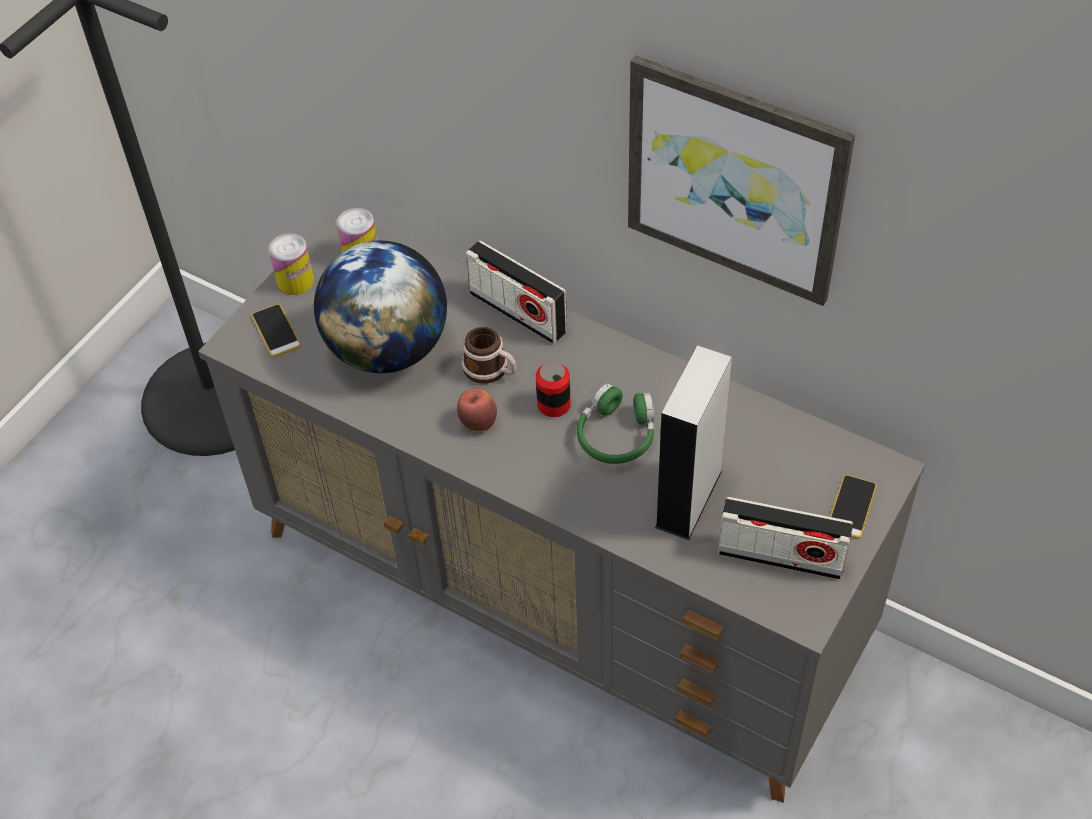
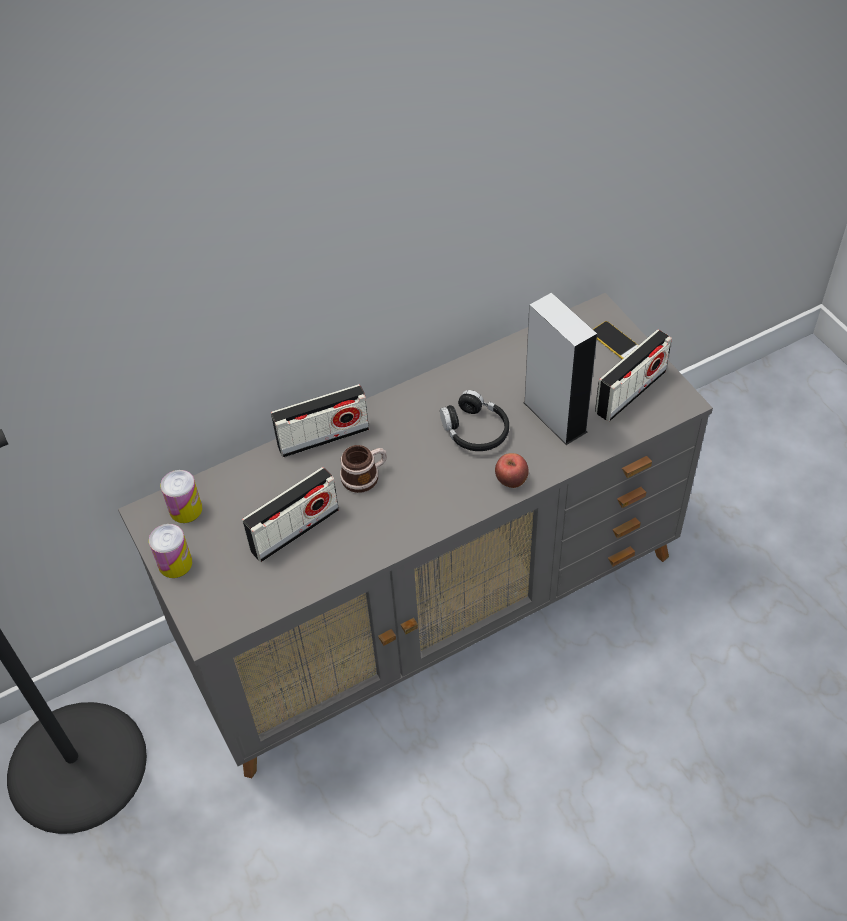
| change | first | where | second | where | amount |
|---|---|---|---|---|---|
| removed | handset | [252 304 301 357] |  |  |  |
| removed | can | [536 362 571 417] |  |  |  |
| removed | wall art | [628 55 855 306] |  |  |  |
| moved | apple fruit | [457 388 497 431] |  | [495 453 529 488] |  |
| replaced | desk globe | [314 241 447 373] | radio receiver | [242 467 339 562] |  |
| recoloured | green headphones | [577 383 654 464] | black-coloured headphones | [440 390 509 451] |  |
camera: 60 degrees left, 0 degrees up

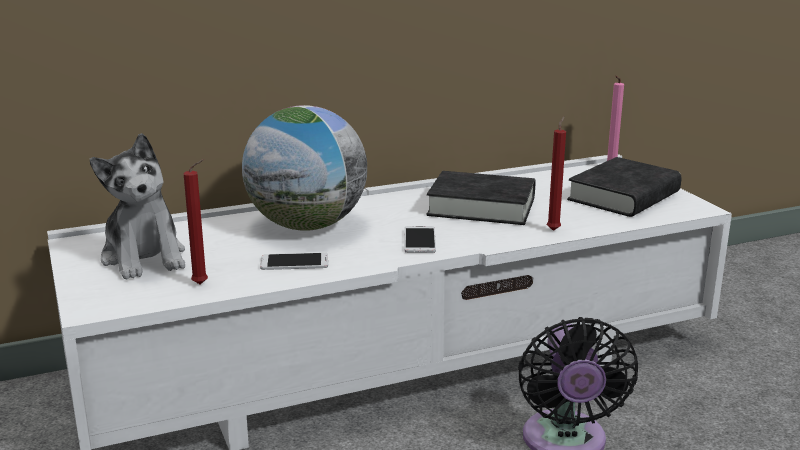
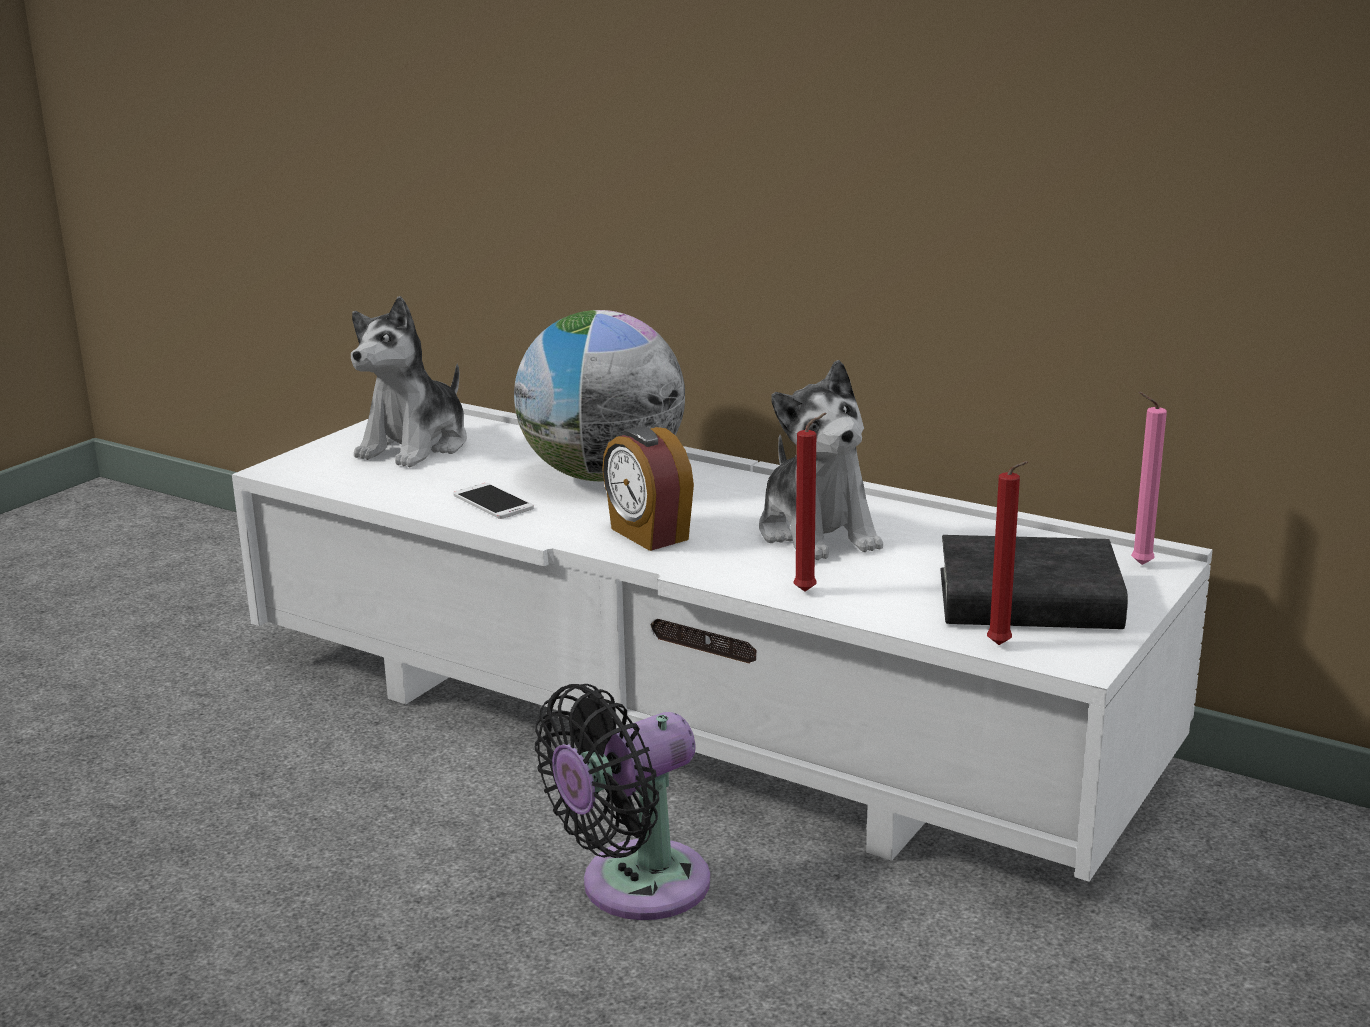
| change | first | where | second | where | amount |
|---|---|---|---|---|---|
| moved | reddish candle | [184 159 208 284] |  | [987 461 1028 645] |  |
| replaced | handset | [404 226 436 253] | table clock | [602 426 694 551] |  |
| replaced | black-coloured bound book | [426 171 536 225] | cuddly toy | [759 360 883 560] |  |
camera: 55 degrees right, 0 degrees up

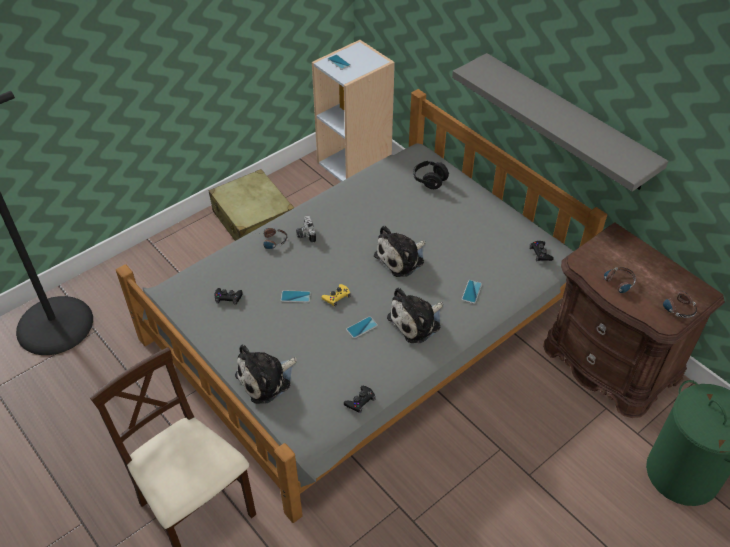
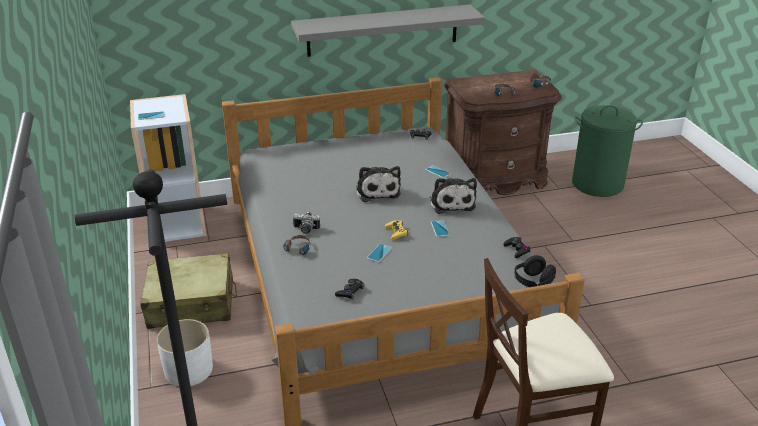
| change | first | where | second | where | amount |
|---|---|---|---|---|---|
| removed | cuddly toy | [235 344 297 404] |  |  |  |
| added |  |  | whitish flower pot | [157 319 213 386] |  |
| moved | black-coloured headphones | [413 161 449 189] |  | [514 255 556 287] |  |
camera: 65 degrees left, 15 degrees down

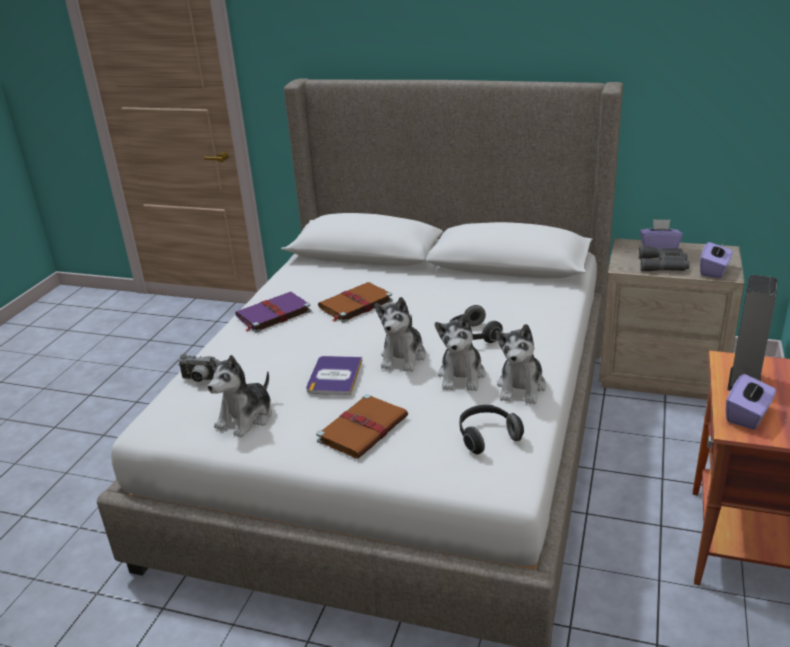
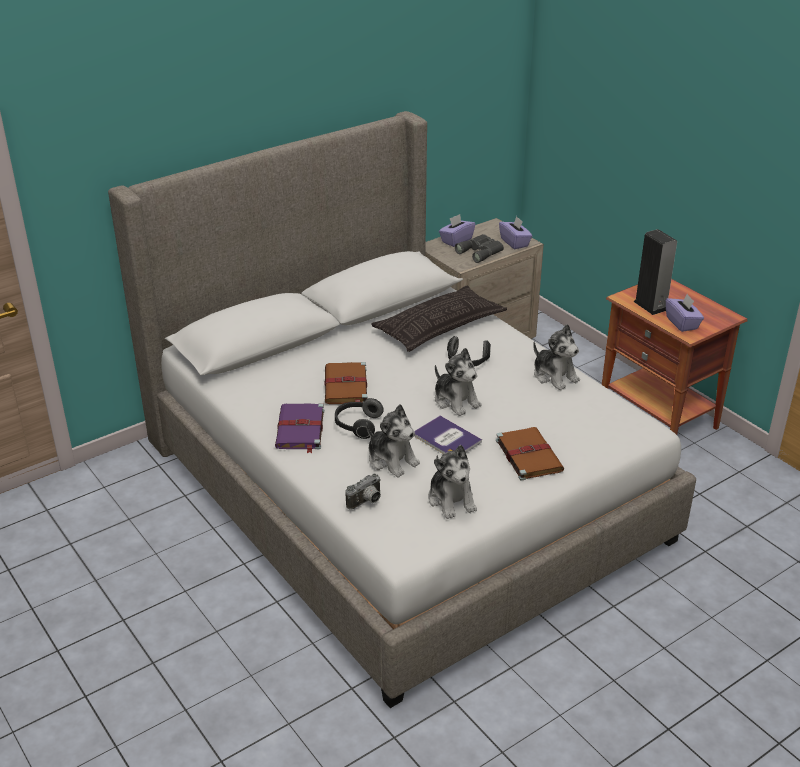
| change | first | where | second | where | amount |
|---|---|---|---|---|---|
| added |  |  | cushion | [371 285 507 352] |  |
| moved | cuddly toy | [435 313 486 391] |  | [366 404 420 477] |  |
| moved | headphones | [459 405 524 455] |  | [335 398 384 439] |  |
camera: 55 degrees left, 5 degrees up

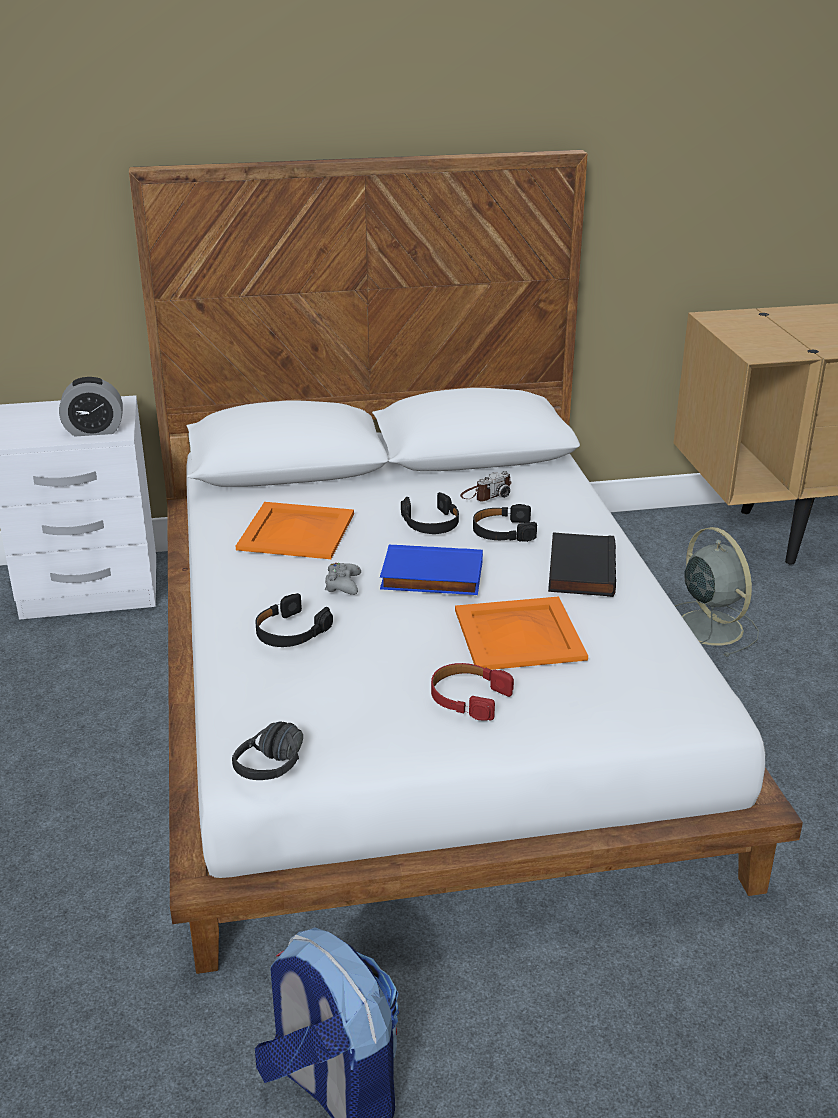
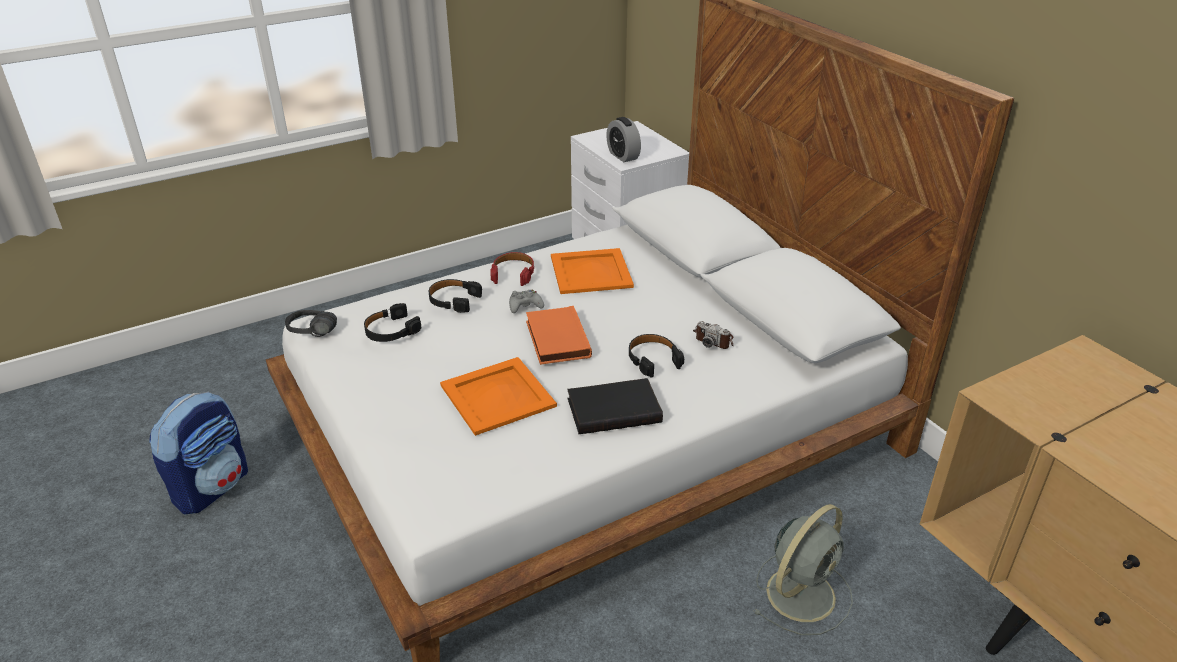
| change | first | where | second | where | amount |
|---|---|---|---|---|---|
| moved | black-coloured headphones | [401 492 459 534] |  | [364 303 421 342] |  |
| moved | reddish headphones | [431 663 514 721] |  | [490 252 534 286] |  |
| recoloured | blue bound book | [380 545 483 595] | orange-coloured bound book | [526 306 592 365] |  |
camera: 70 degrees right, 5 degrees up

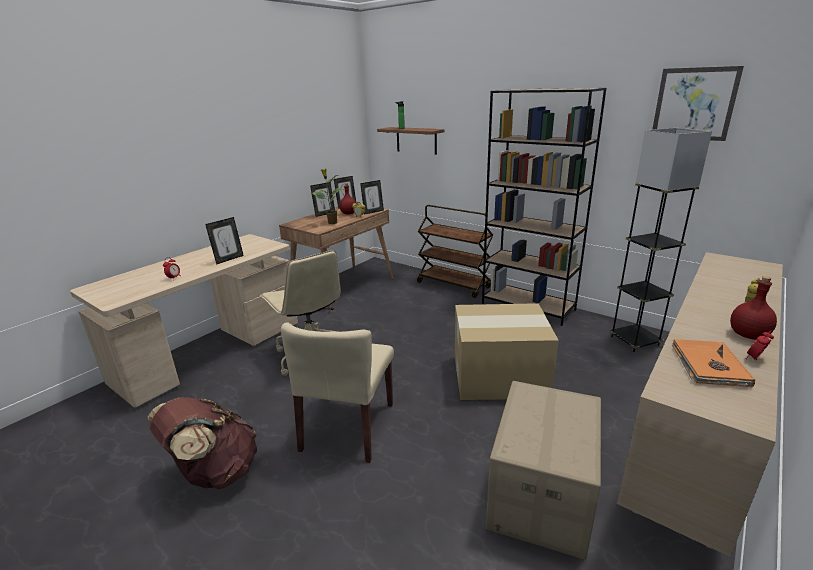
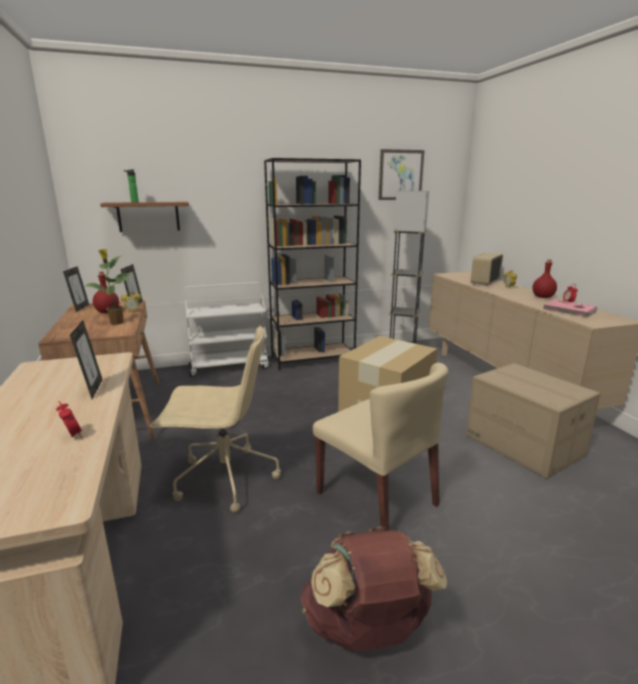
| change | first | where | second | where | amount |
|---|---|---|---|---|---|
| removed | photo frame | [310 182 335 217] |  |  |  |
| added |  |  | radio receiver | [471 253 503 286] |  |
| recoloured | brownish wheeled cart | [417 205 493 298] | whitish wheeled cart | [184 282 269 377] |  |
| recoloured | orange-coloured bound book | [672 339 755 387] | pink-coloured bound book | [543 300 597 317] |  |
camera: 55 degrees left, 5 degrees down

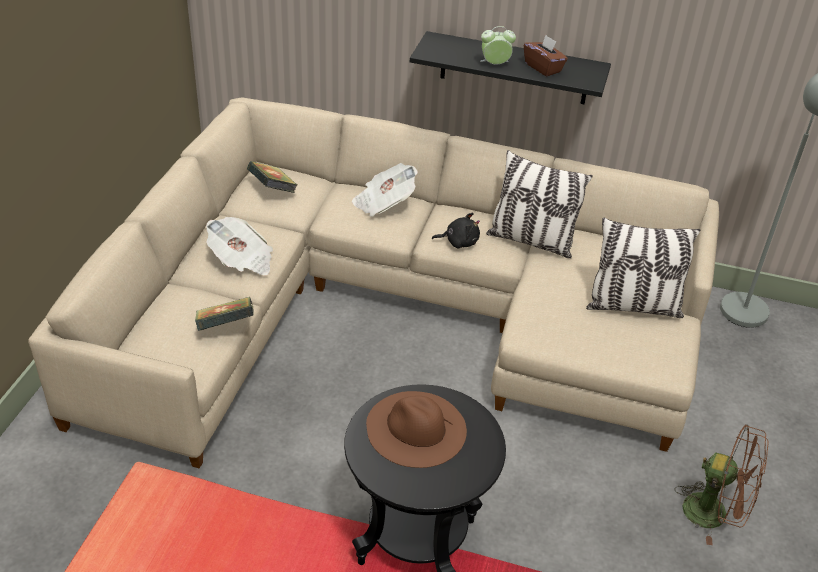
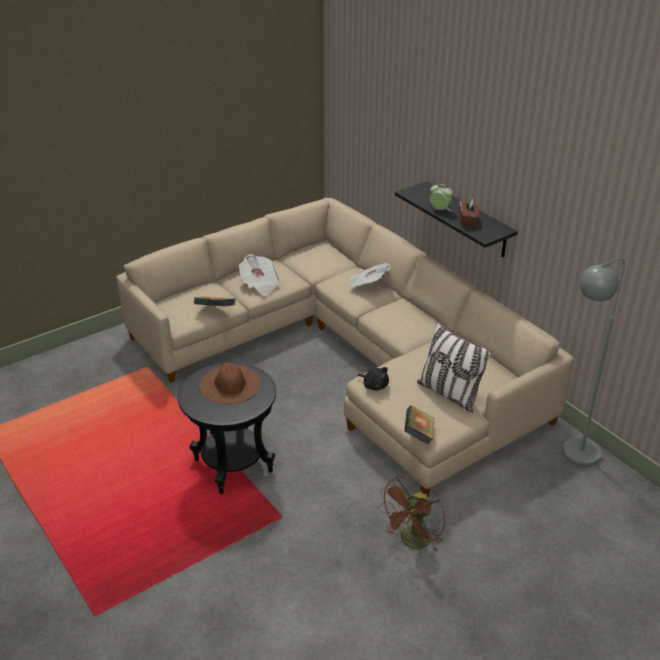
| change | first | where | second | where | amount |
|---|---|---|---|---|---|
| removed | cushion | [486 150 593 259] |  |  |  |
| moved | bound book | [247 161 297 193] |  | [404 405 434 445] |  |
| moved | black-coloured cuddly toy | [432 213 480 248] |  | [357 367 389 390] |  |
| turned | brownish electric fan | [674 424 769 545] |  | [377 476 445 553] | 60 degrees clockwise |
camera: 40 degrees right, 5 degrees down

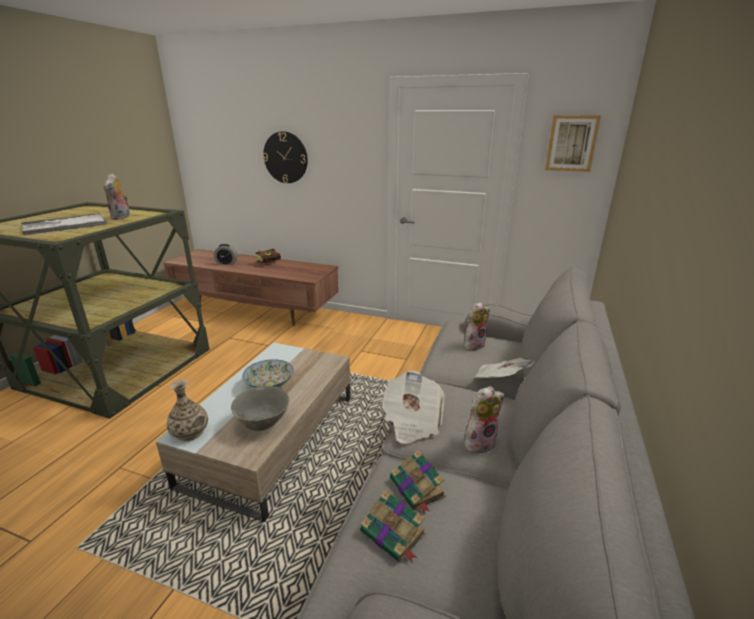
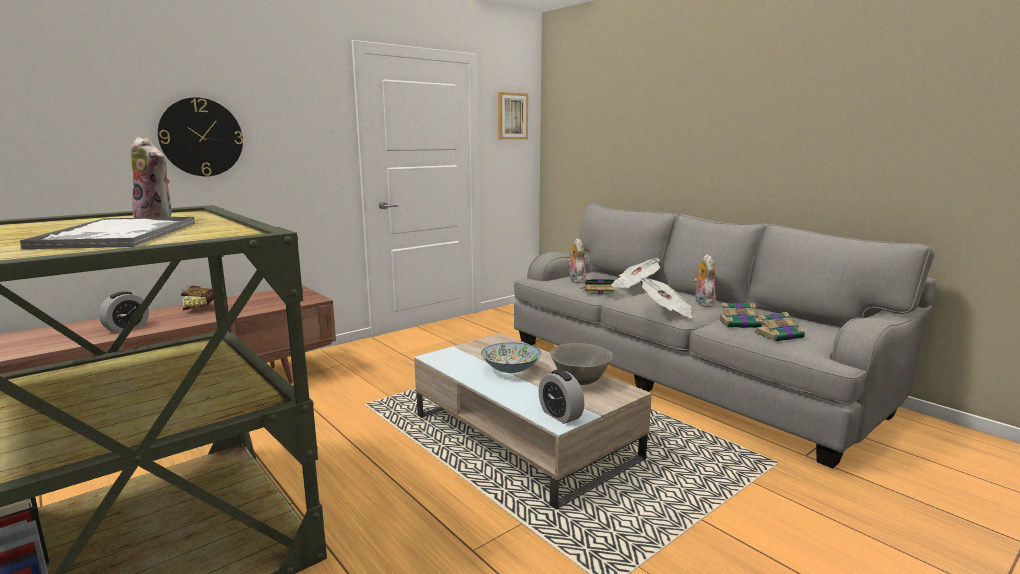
| change | first | where | second | where | amount |
|---|---|---|---|---|---|
| added |  |  | bound book | [581 279 615 295] |  |
| replaced | decorative vase | [167 380 208 441] | table clock | [539 370 585 424] |  |
camera: 60 degrees left, 10 degrees down

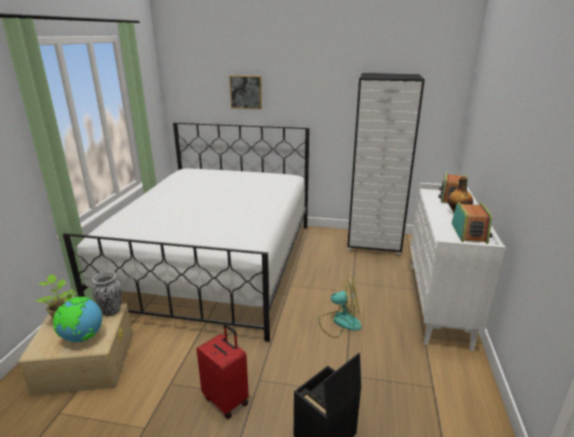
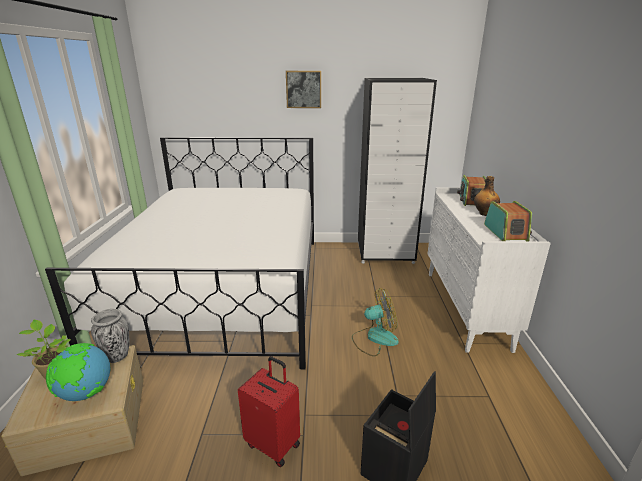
| change | first | where | second | where | amount |
|---|---|---|---|---|---|
| moved | wall art | [229 75 262 109] |  | [286 71 321 108] |  |
camera: 10 degrees left, 0 degrees up

